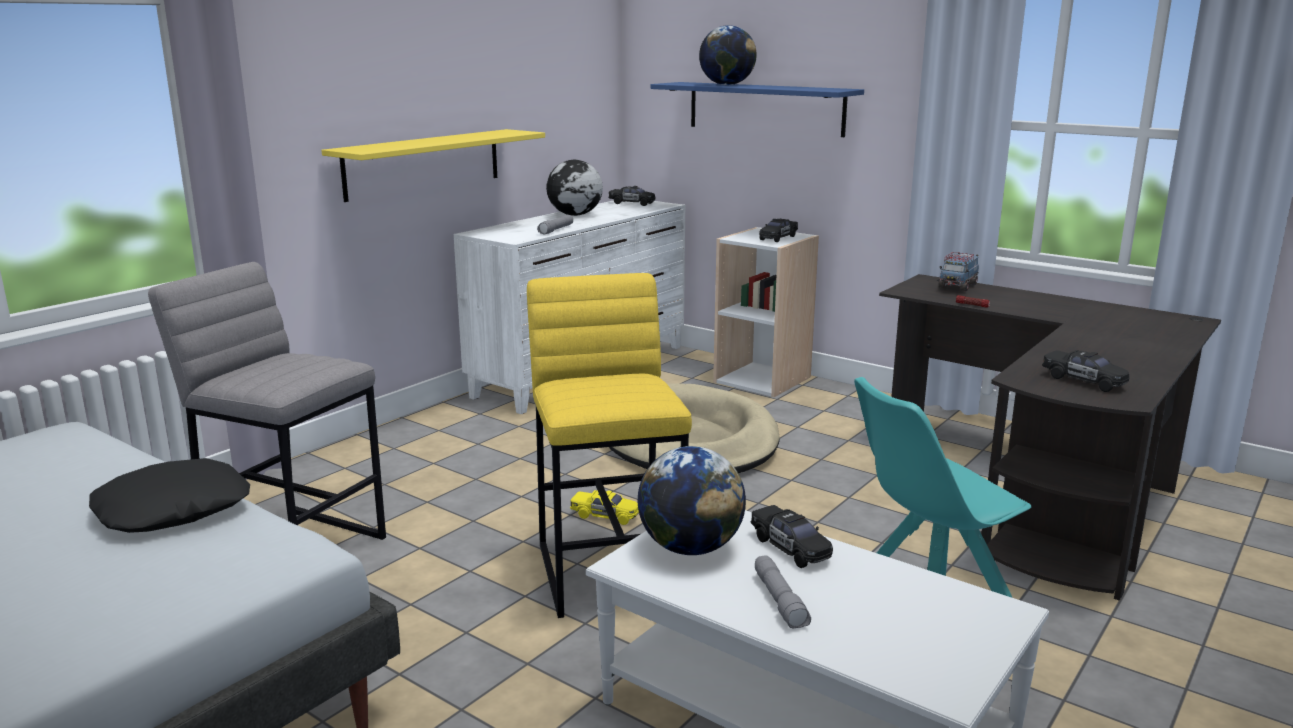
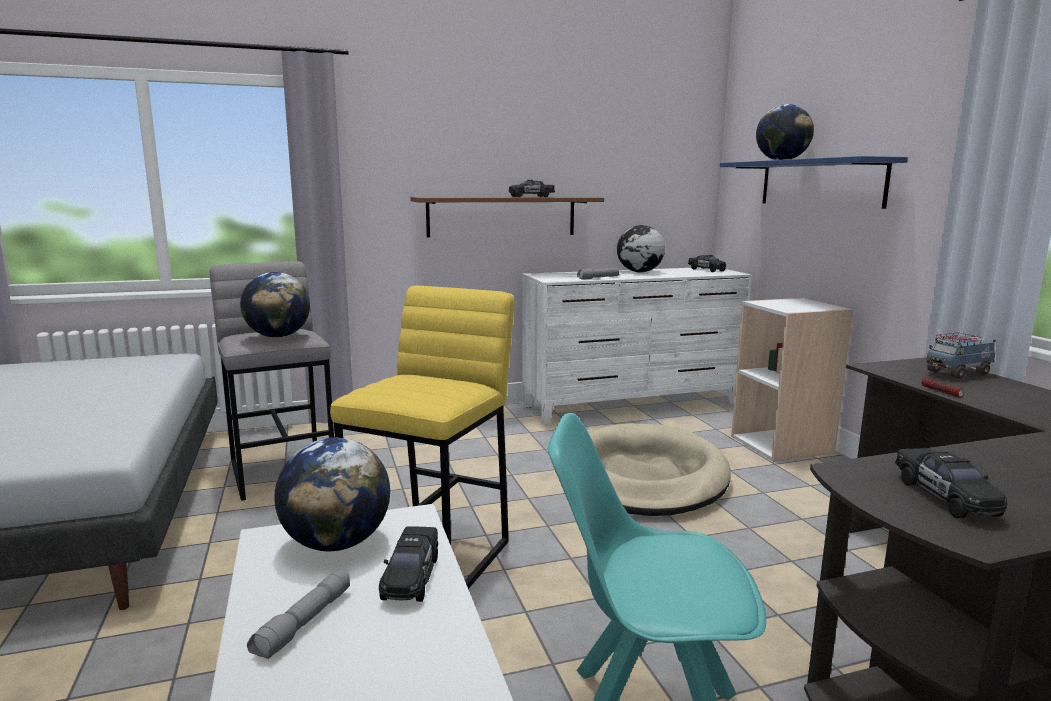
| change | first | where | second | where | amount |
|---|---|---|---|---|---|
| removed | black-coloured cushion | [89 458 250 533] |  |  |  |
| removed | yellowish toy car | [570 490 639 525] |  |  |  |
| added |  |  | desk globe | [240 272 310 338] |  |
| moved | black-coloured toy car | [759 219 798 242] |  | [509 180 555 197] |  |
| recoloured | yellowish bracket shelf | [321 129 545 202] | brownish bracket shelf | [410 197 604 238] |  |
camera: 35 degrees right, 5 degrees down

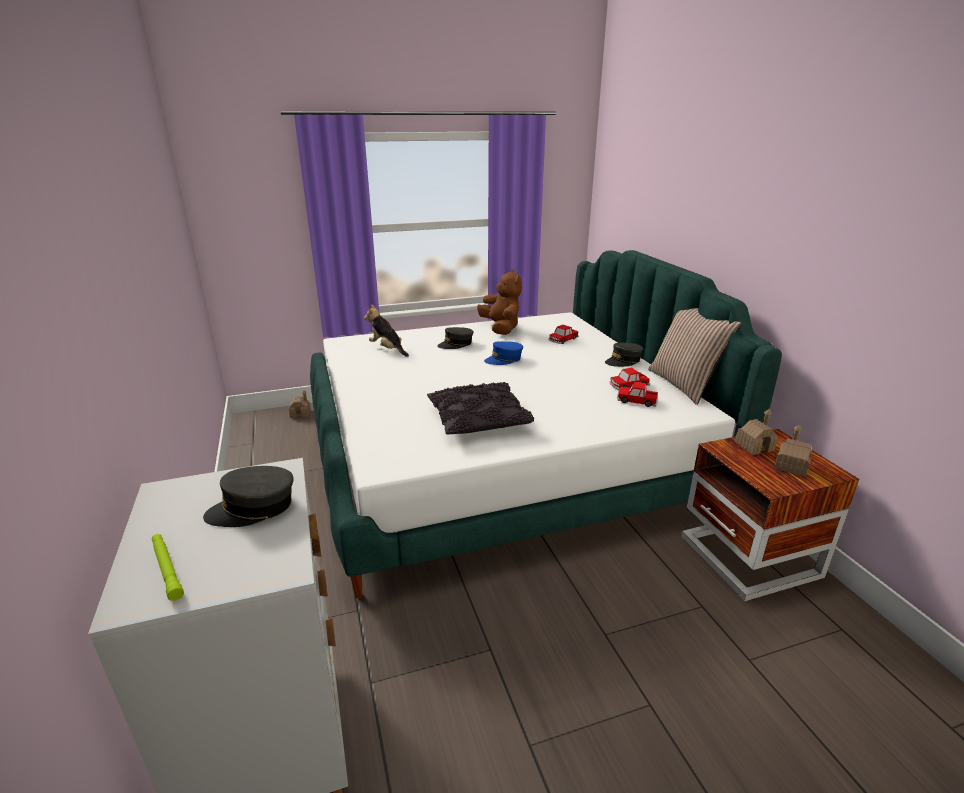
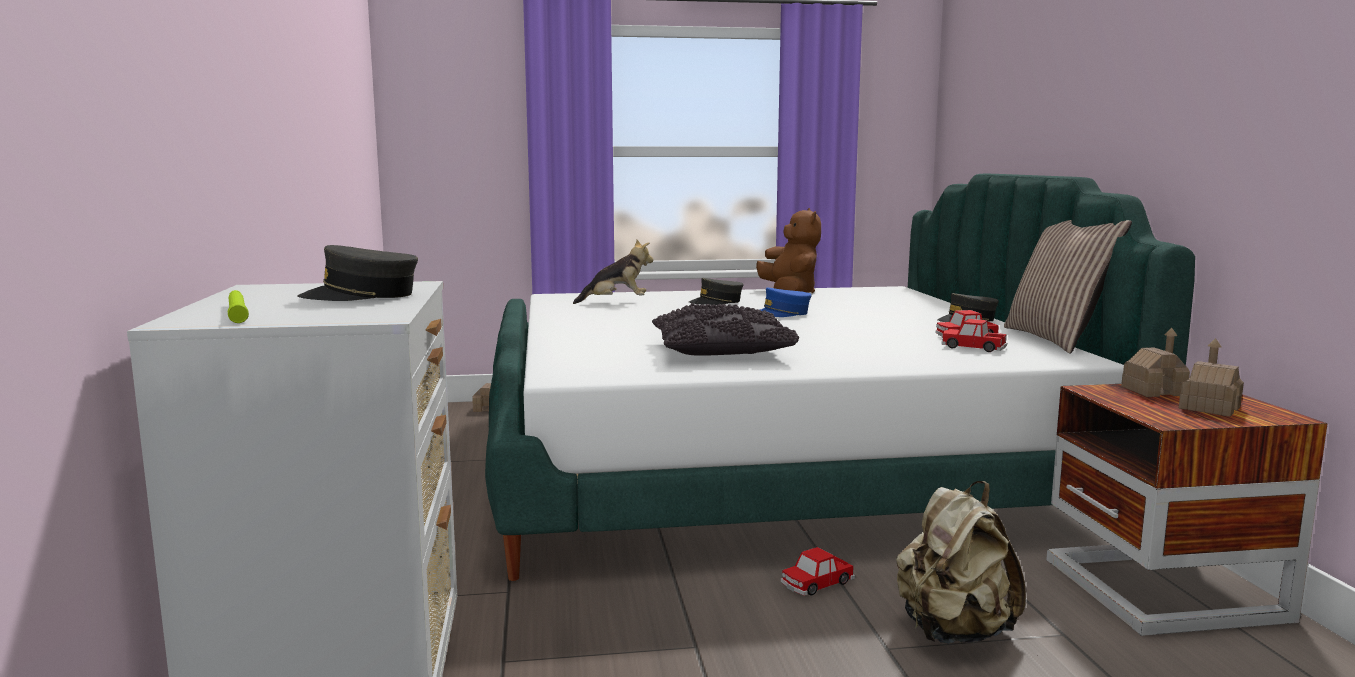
| change | first | where | second | where | amount |
|---|---|---|---|---|---|
| added |  |  | beige knapsack | [896 481 1026 644] |  |
| moved | toy car | [548 325 579 344] |  | [781 547 855 596] |  |
| turned | cuddly toy | [364 304 409 357] |  | [573 240 653 304] | 120 degrees clockwise |
camera: 10 degrees right, 15 degrees down

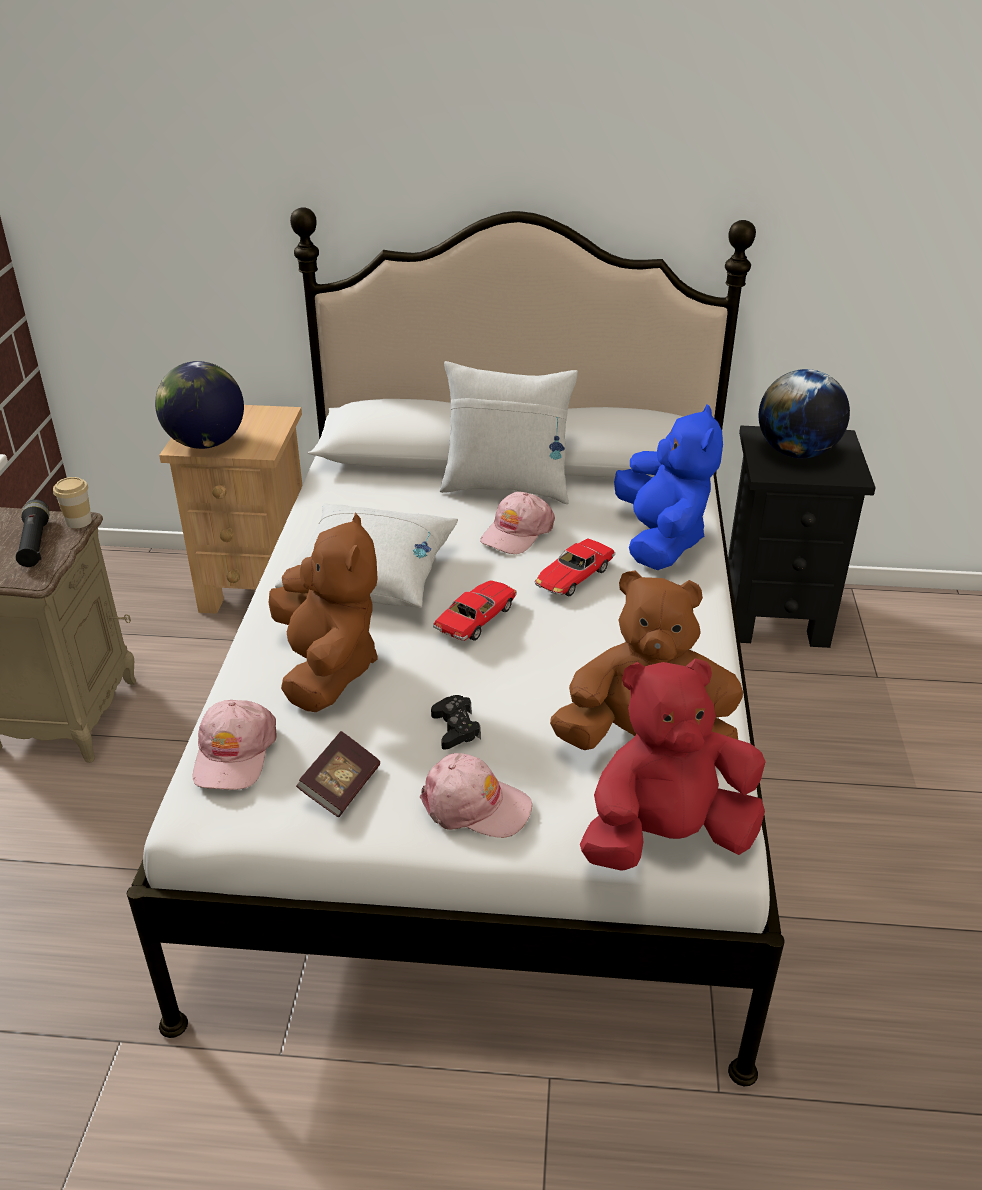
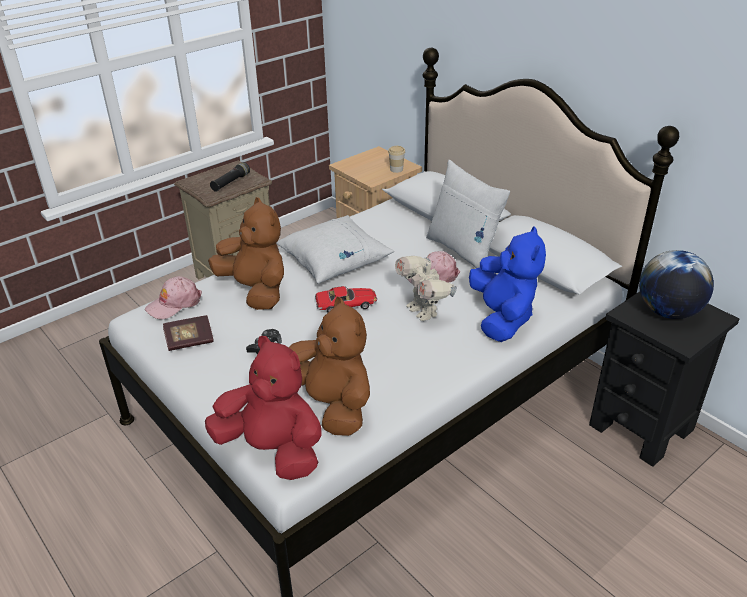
| change | first | where | second | where | amount |
|---|---|---|---|---|---|
| removed | desk globe | [155 361 244 449] |  |  |  |
| removed | pink-coloured peaked cap | [420 753 532 838] |  |  |  |
| moved | small cup | [53 477 92 528] |  | [388 146 405 173] |  |
| replaced | toy car | [535 538 615 597] | robot figure | [395 256 457 321] |  |
| turned | brownish cuddly toy | [269 512 378 712] |  | [208 197 284 310] | 75 degrees counterclockwise |
| turned | blue cuddly toy | [614 404 723 570] |  | [469 226 546 342] | 45 degrees counterclockwise |
camera: 45 degrees right, 0 degrees up

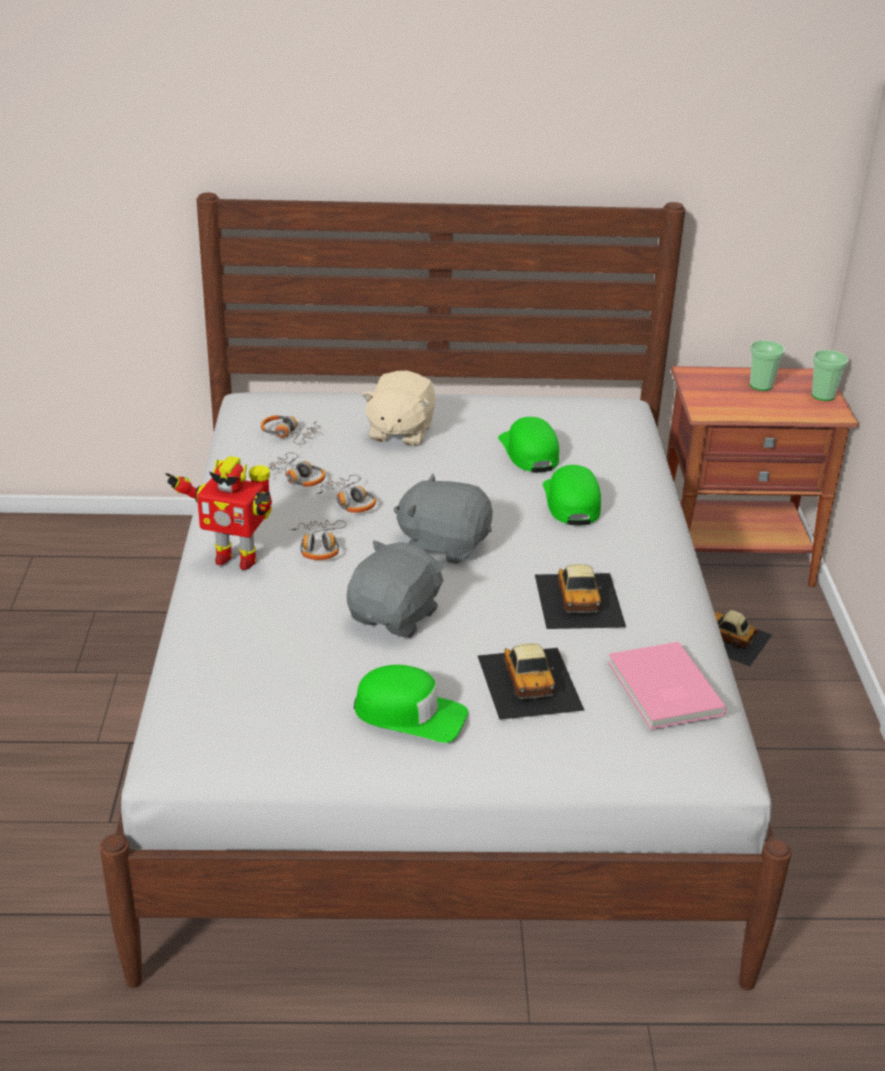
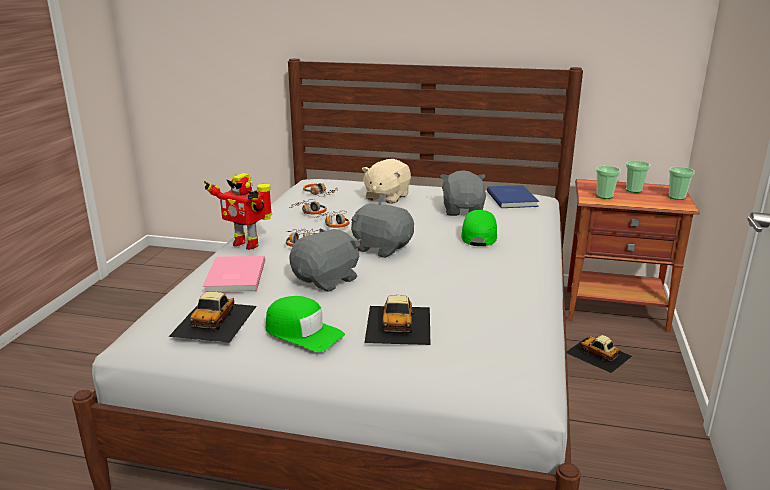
| change | first | where | second | where | amount |
|---|---|---|---|---|---|
| added |  |  | blue bound book | [487 185 539 208] |  |
| added |  |  | small cup | [596 166 621 199] |  |
| moved | toy car | [535 564 626 629] |  | [168 291 257 343] |  |
| moved | pink-coloured bound book | [608 642 726 729] |  | [203 256 265 293] |  |
| replaced | green peaked cap | [498 417 559 472] | gray cuddly toy | [440 170 486 216] |  |
camera: 15 degrees right, 10 degrees down

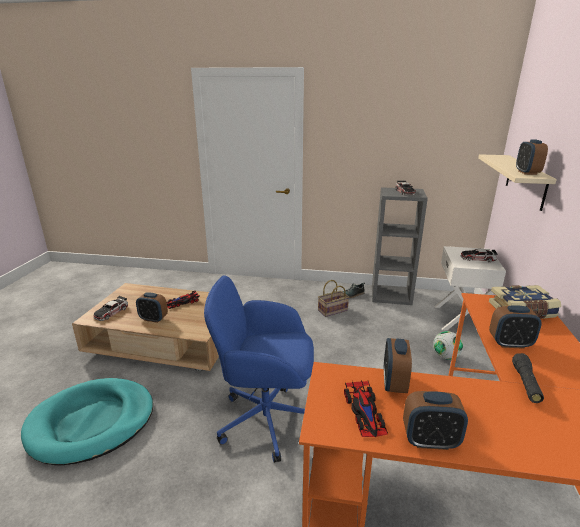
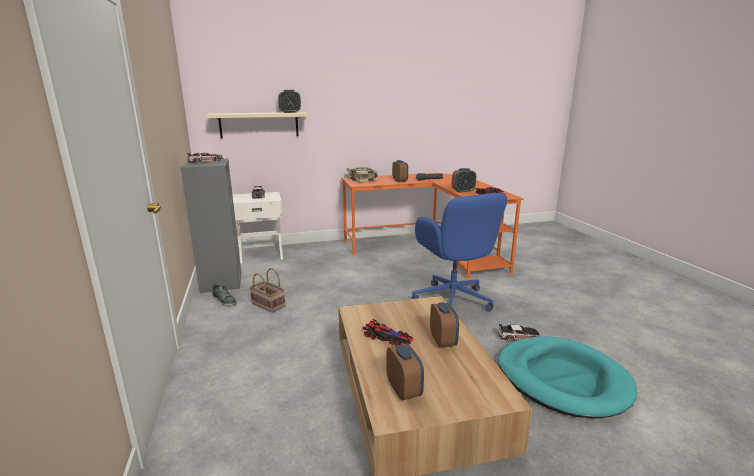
| change | first | where | second | where | amount |
|---|---|---|---|---|---|
| removed | football | [433 331 463 360] |  |  |  |
| moved | toy car | [94 296 128 321] |  | [498 324 540 342] |  |
| moved | table clock | [403 391 468 450] |  | [386 344 424 400] |  |
camera: 115 degrees left, 5 degrees down

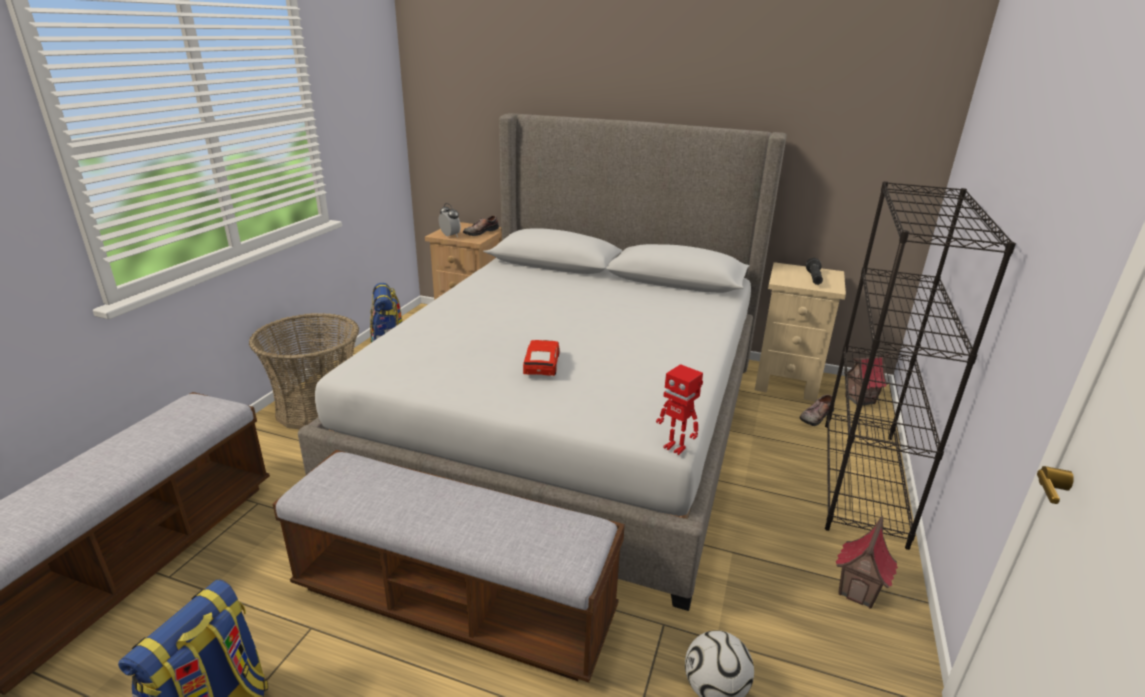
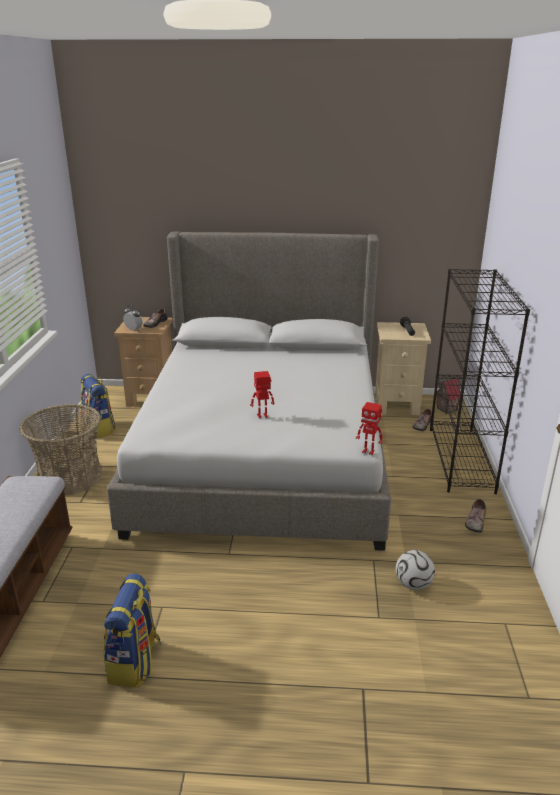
| change | first | where | second | where | amount |
|---|---|---|---|---|---|
| removed | long seat | [273 450 625 683] |  |  |  |
| replaced | reddish toy car | [523 340 560 376] | robot figure | [250 371 274 418] |  |
| replaced | toy house | [836 516 898 609] | low shoe | [465 499 486 533] |  |
camera: 15 degrees left, 0 degrees up

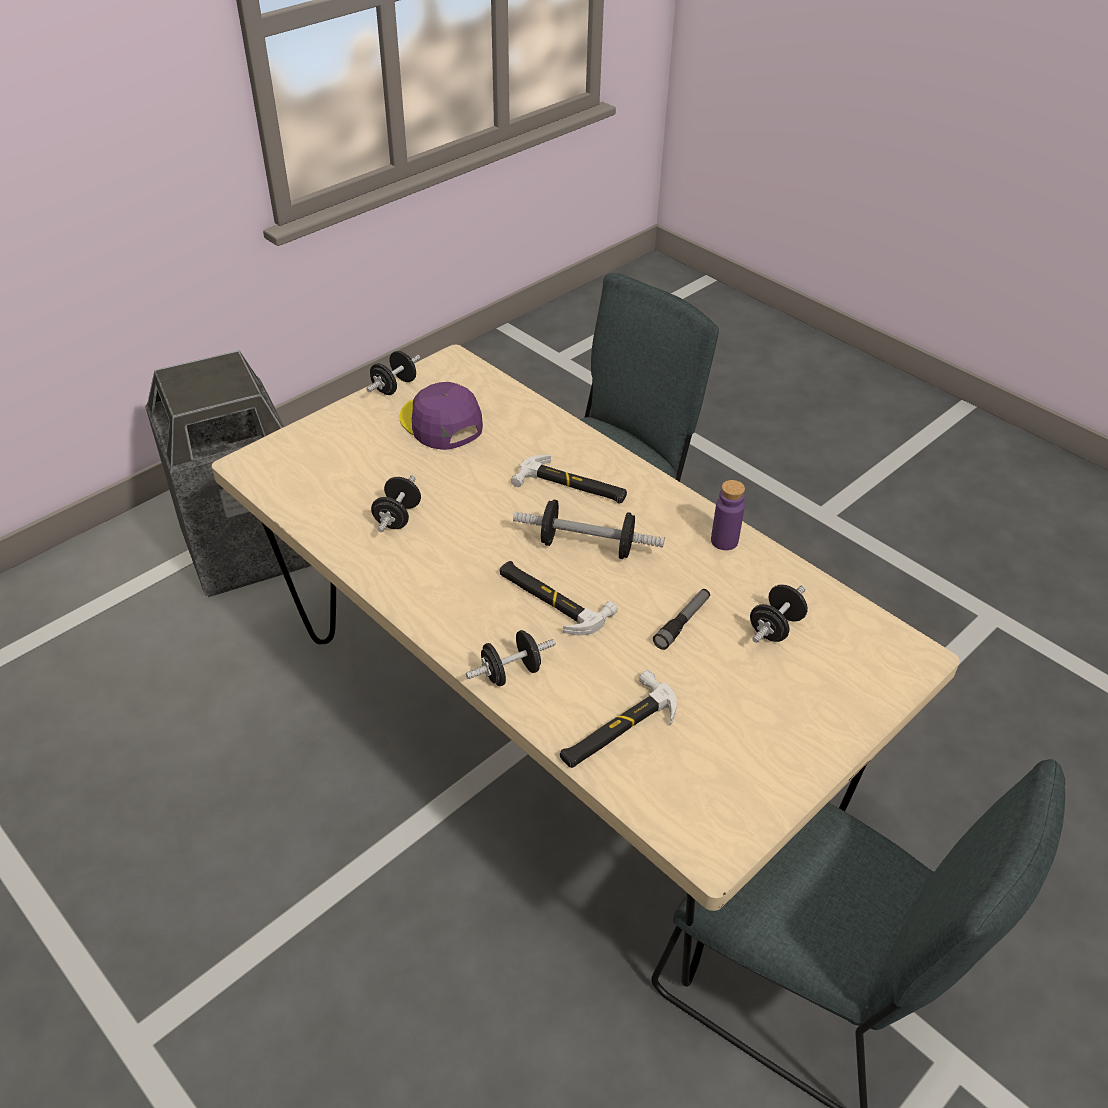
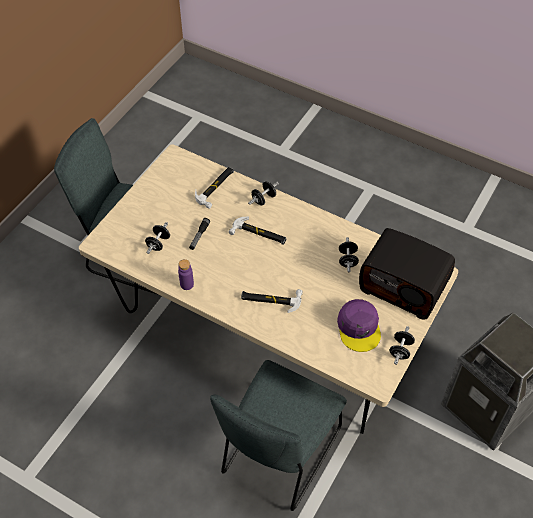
| change | first | where | second | where | amount |
|---|---|---|---|---|---|
| removed | dumbbell | [513 499 665 559] |  |  |  |
| added |  |  | radio receiver | [359 228 455 320] |  |
| turned | purple peaked cap | [400 382 483 450] |  | [337 299 381 352] | 45 degrees clockwise |
camera: 165 degrees right, 10 degrees up

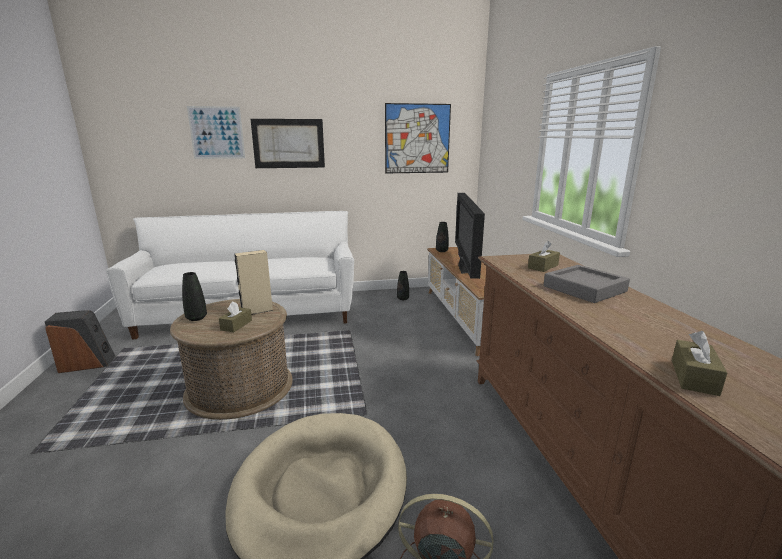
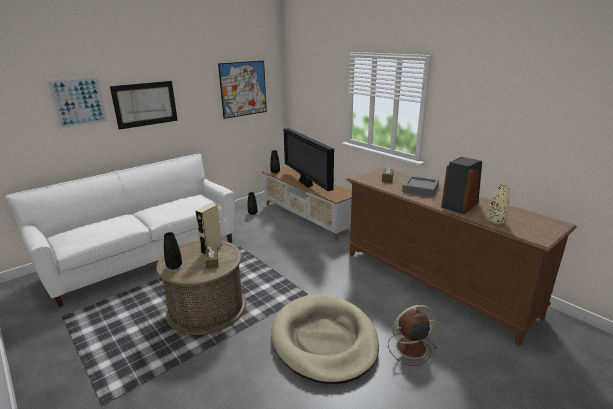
| change | first | where | second | where | amount |
|---|---|---|---|---|---|
| moved | loudspeaker | [45 310 115 373] |  | [441 157 482 214] |  |
| replaced | brownish tissue box | [672 331 727 396] | beige decorative vase | [488 184 509 224] |  |
camera: 30 degrees left, 5 degrees up

